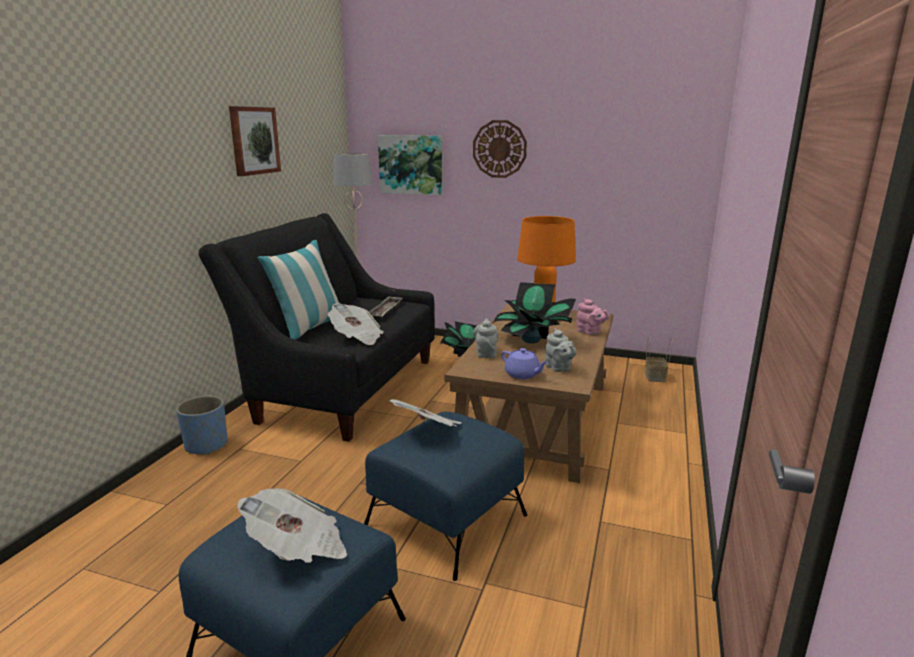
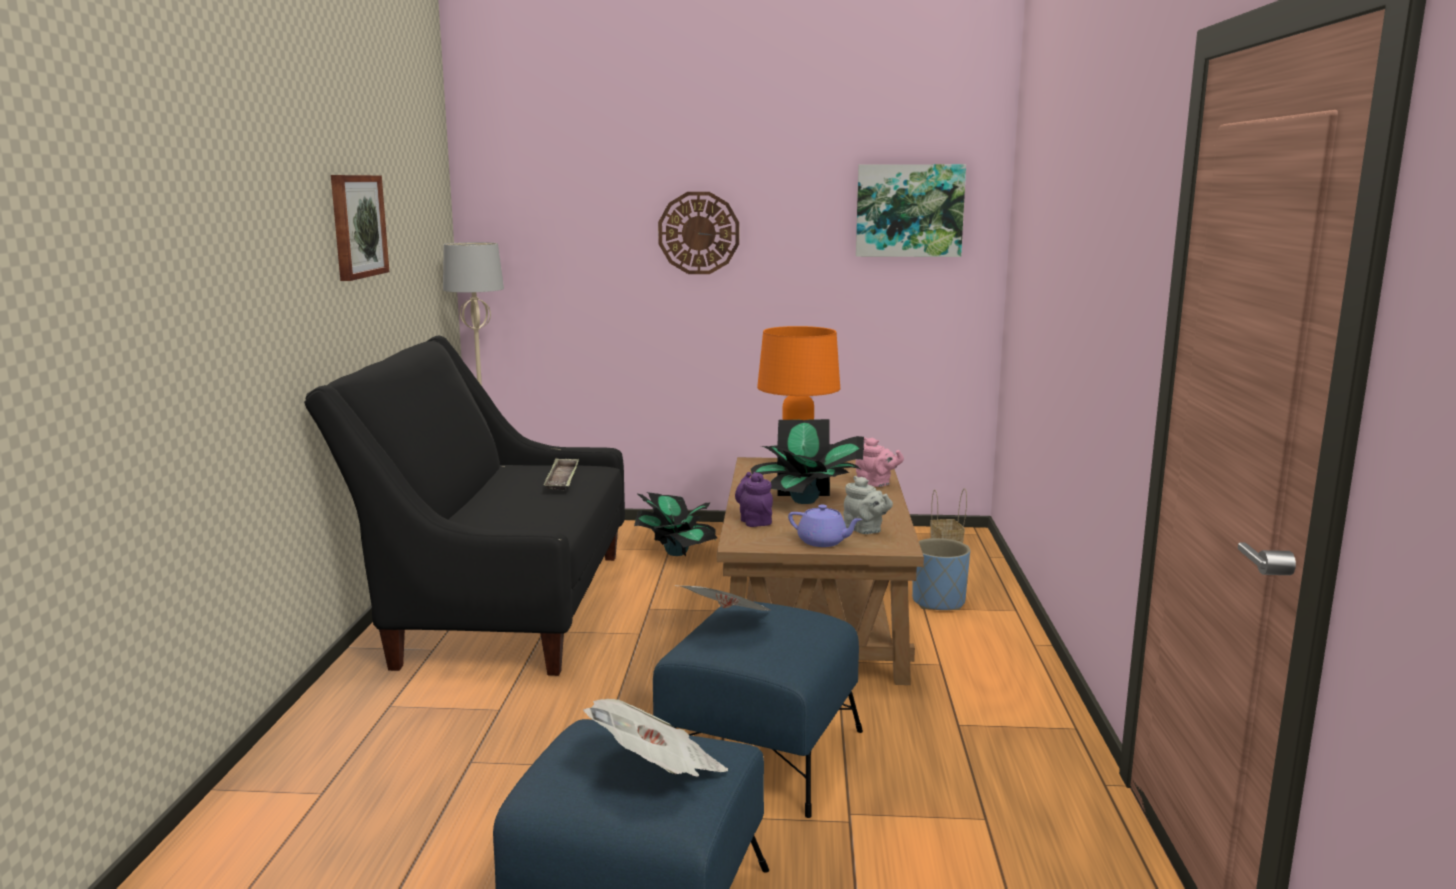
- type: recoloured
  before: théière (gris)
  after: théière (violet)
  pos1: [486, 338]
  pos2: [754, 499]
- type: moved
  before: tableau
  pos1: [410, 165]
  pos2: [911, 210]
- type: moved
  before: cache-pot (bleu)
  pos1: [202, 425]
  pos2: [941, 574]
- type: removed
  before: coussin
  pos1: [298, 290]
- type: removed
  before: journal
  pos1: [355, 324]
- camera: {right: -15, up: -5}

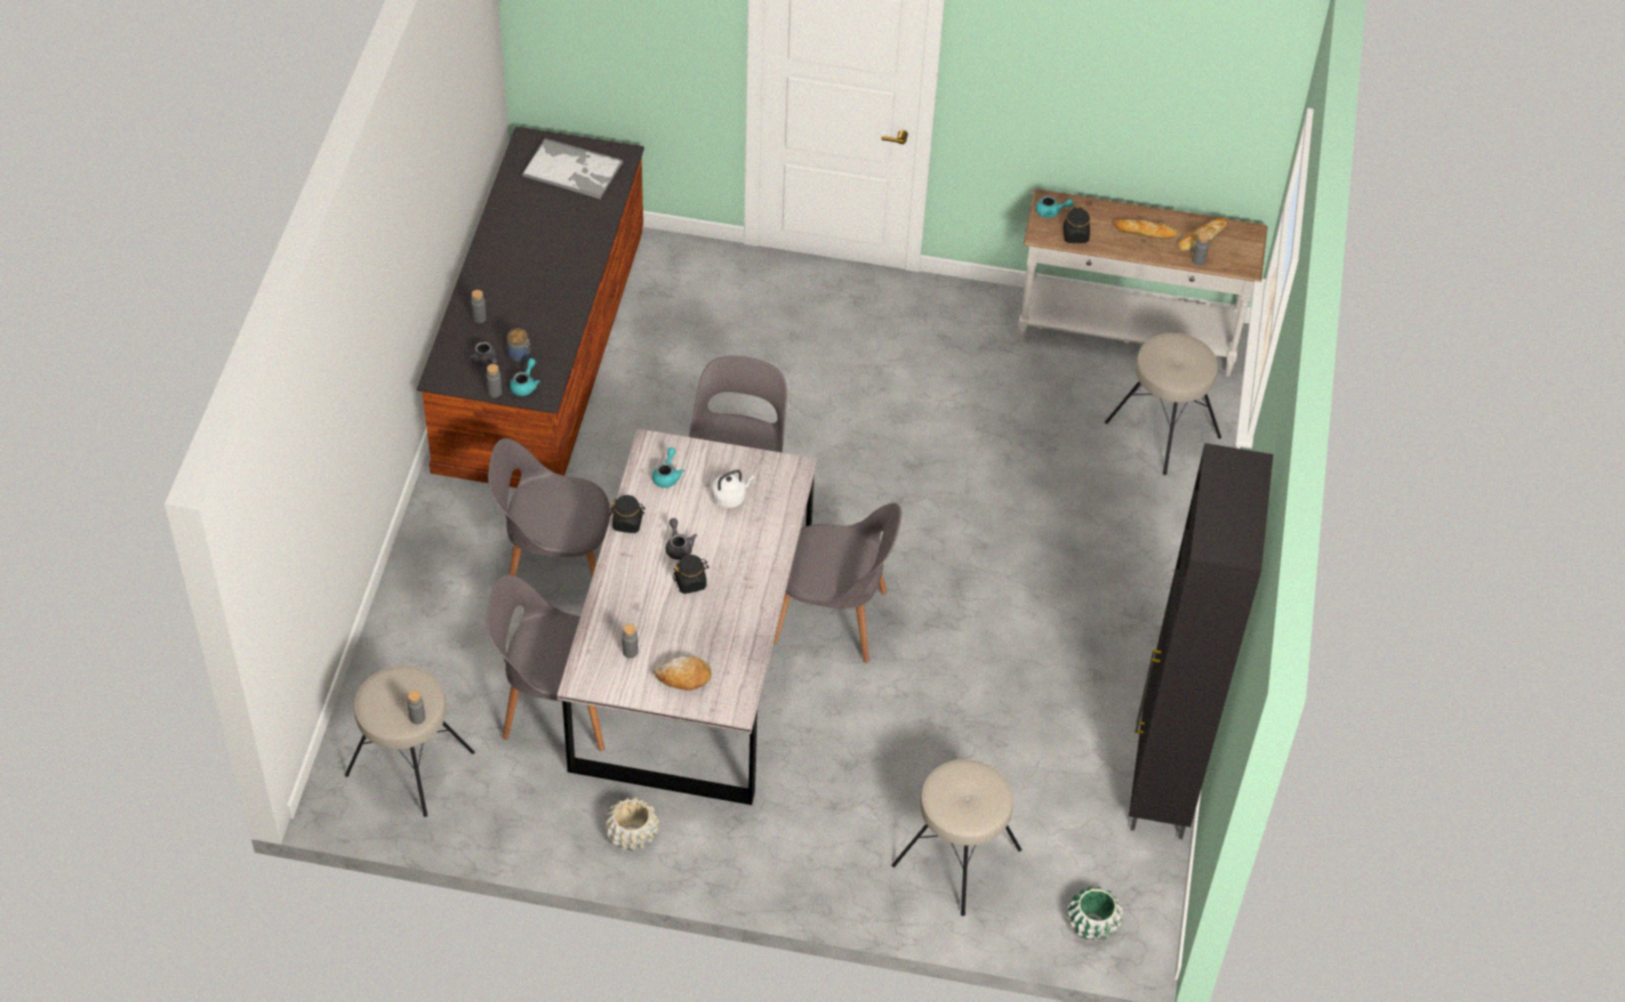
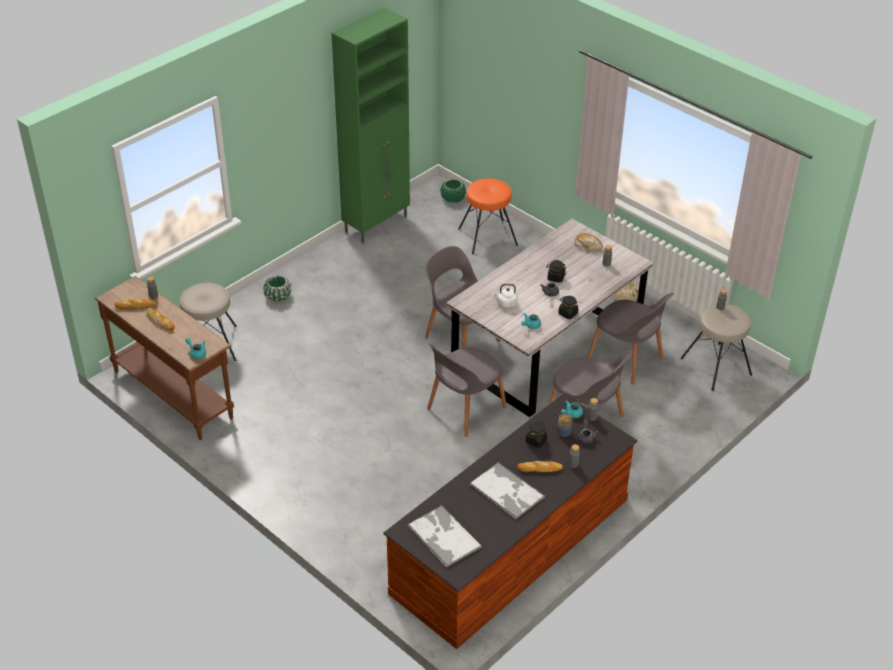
- type: recoloured
  before: table console (blanc)
  after: table console (marron)
  pos1: [1143, 282]
  pos2: [164, 358]
- type: added
  after: cache-pot (vert)
  pos2: [277, 289]
- type: recoloured
  before: meuble de rangement (noir)
  after: meuble de rangement (vert)
  pos1: [1201, 641]
  pos2: [370, 125]
- type: recoloured
  before: tabouret (beige)
  after: tabouret (orange)
  pos1: [957, 837]
  pos2: [488, 216]
- type: added
  after: plateau
  pos2: [507, 490]
- type: added
  after: pain
  pos2: [540, 466]
- type: moved
  before: bocal (noir)
  pos1: [1076, 225]
  pos2: [536, 435]
- camera: {right: -145, up: -10}

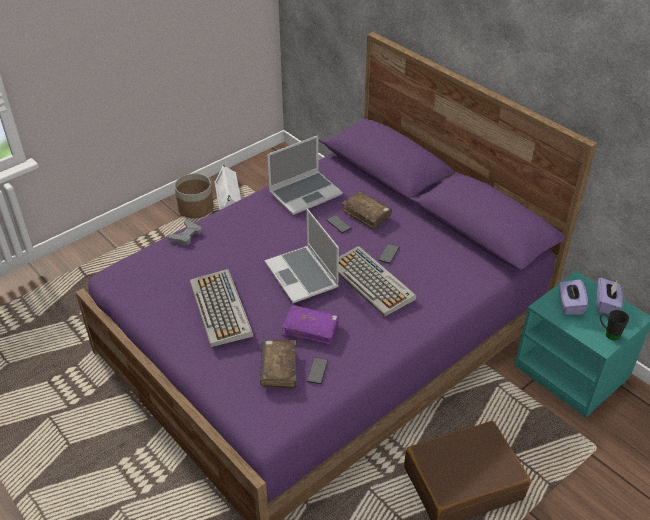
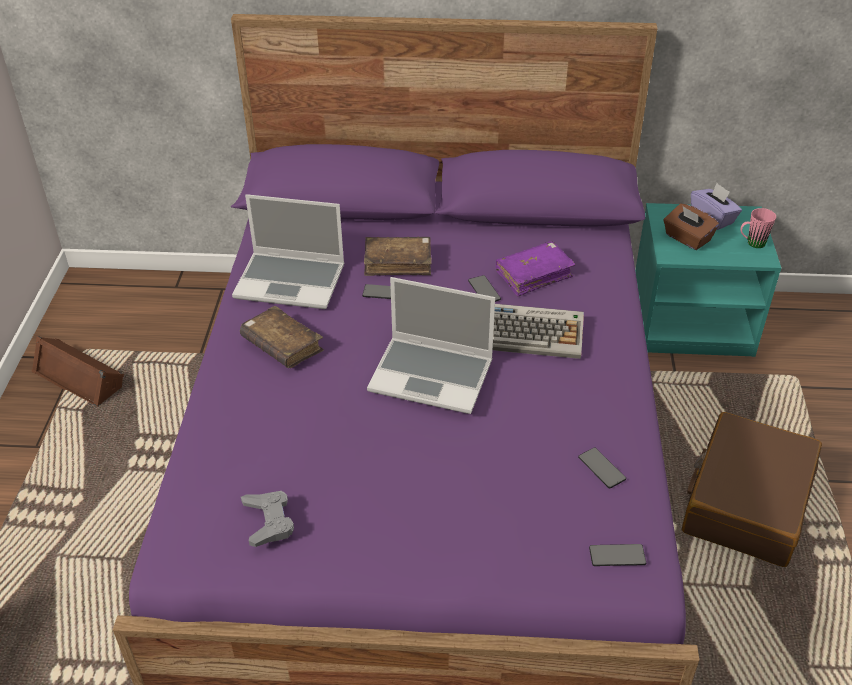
- type: recoloured
  before: enceinte (blanc)
  after: enceinte (marron)
  pos1: [228, 187]
  pos2: [78, 371]
- type: turned
  before: ordinateur portable
  pos1: [304, 175]
  pos2: [288, 251]
  turn: 90
- type: moved
  before: livre (marron)
  pos1: [278, 364]
  pos2: [282, 337]
- type: moved
  before: manette (gris)
  pos1: [185, 232]
  pos2: [267, 519]
- type: moved
  before: livre (violet)
  pos1: [310, 325]
  pos2: [536, 268]
- type: added
  after: téléphone
  pos2: [617, 555]
- type: recoloured
  before: boîte à mouchoirs (violet)
  after: boîte à mouchoirs (marron)
  pos1: [573, 297]
  pos2: [691, 227]
- type: recoloured
  before: mug (noir)
  after: mug (rose)
  pos1: [614, 325]
  pos2: [758, 228]
- type: removed
  before: cache-pot
  pos1: [194, 195]
- type: removed
  before: clavier
  pos1: [221, 308]
- camera: {right: -45, up: 0}

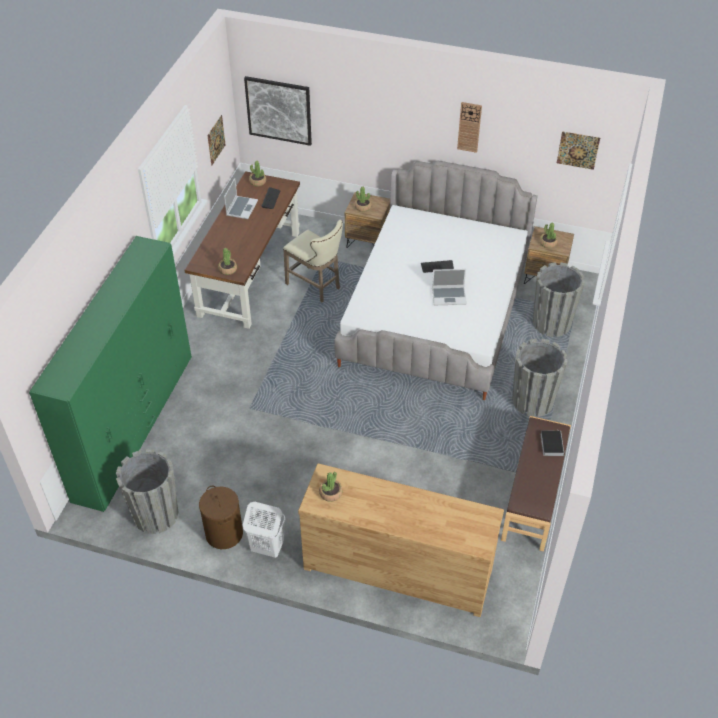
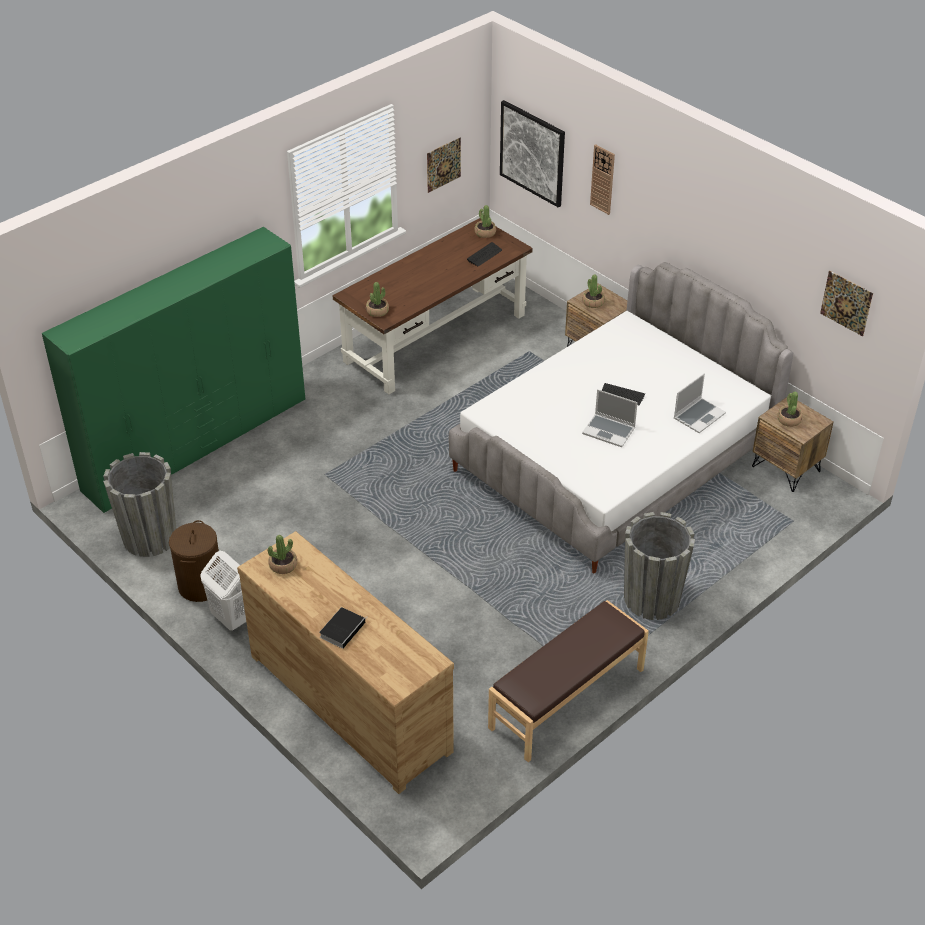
- type: moved
  before: livre
  pos1: [552, 442]
  pos2: [343, 628]
- type: moved
  before: horloge murale
  pos1: [469, 127]
  pos2: [602, 179]
- type: moved
  before: ordinateur portable
  pos1: [241, 198]
  pos2: [700, 403]
- type: removed
  before: tabouret (beige)
  pos1: [313, 261]
- type: removed
  before: cache-pot (gris)
  pos1: [559, 299]
- camera: {right: 30, up: -5}

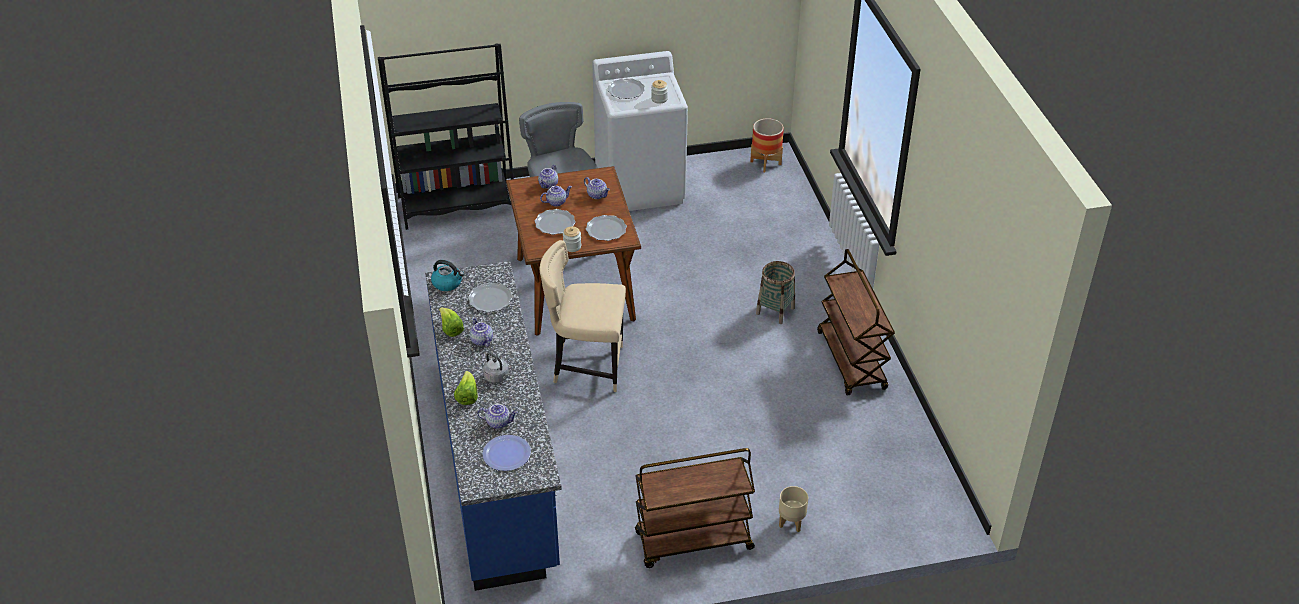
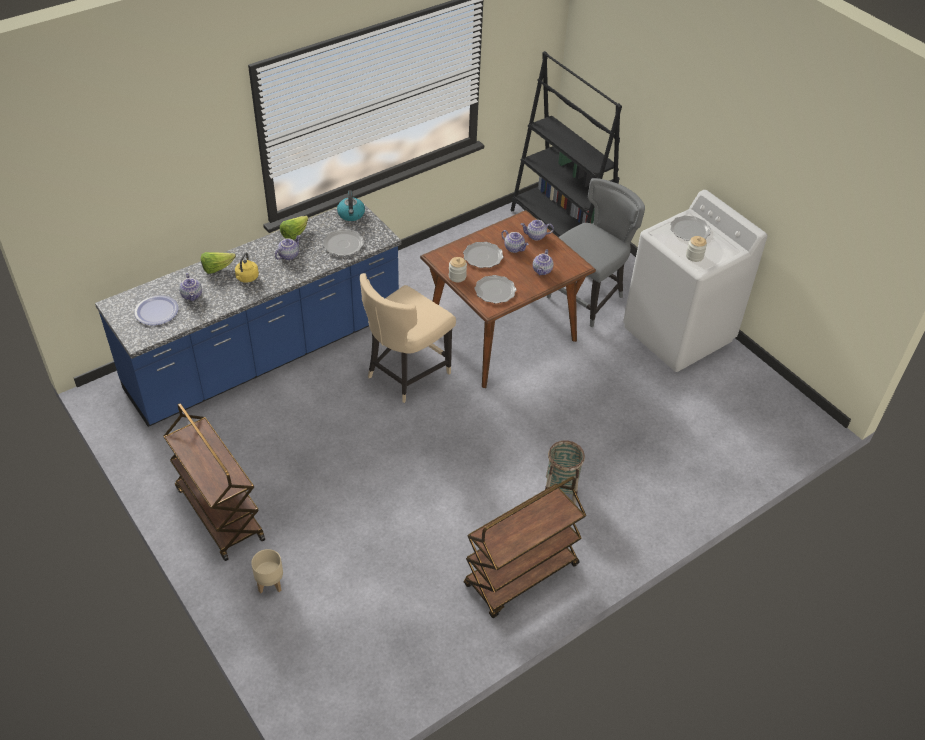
- type: recoloured
  before: bouilloire (gris)
  after: bouilloire (jaune)
  pos1: [496, 368]
  pos2: [247, 268]
- type: turned
  before: chaise (beige)
  pos1: [583, 316]
  pos2: [408, 338]
  turn: -120
- type: removed
  before: cache-pot
  pos1: [767, 145]
- camera: {right: 65, up: 5}

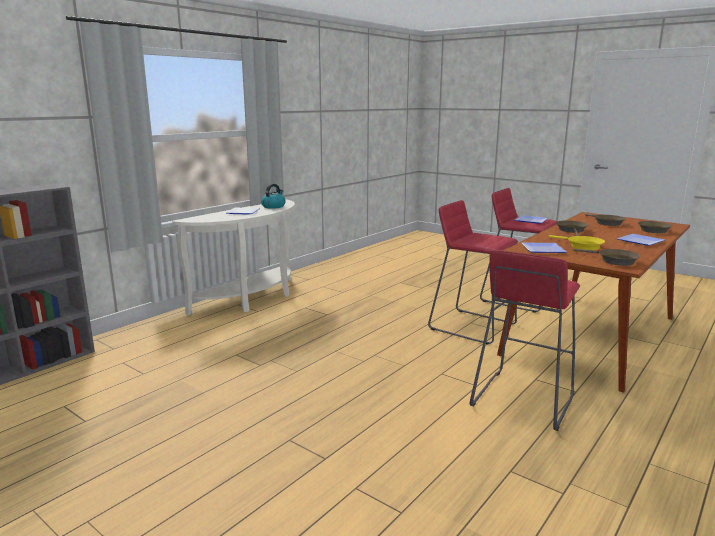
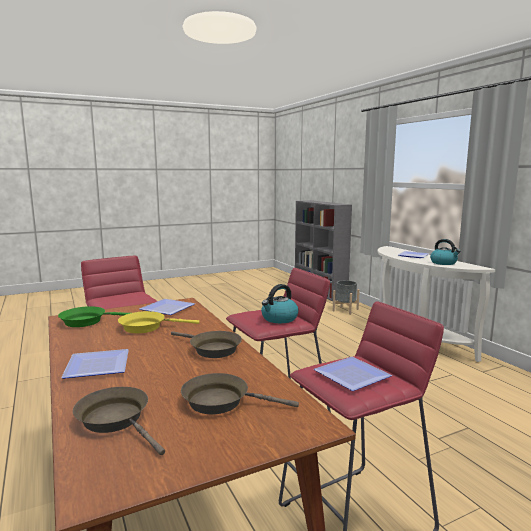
- type: recoloured
  before: poêle (marron)
  after: poêle (vert)
  pos1: [606, 257]
  pos2: [94, 316]
- type: added
  after: bouilloire
  pos2: [280, 303]
- type: added
  after: cache-pot (gris)
  pos2: [346, 297]
- camera: {right: 115, up: -5}

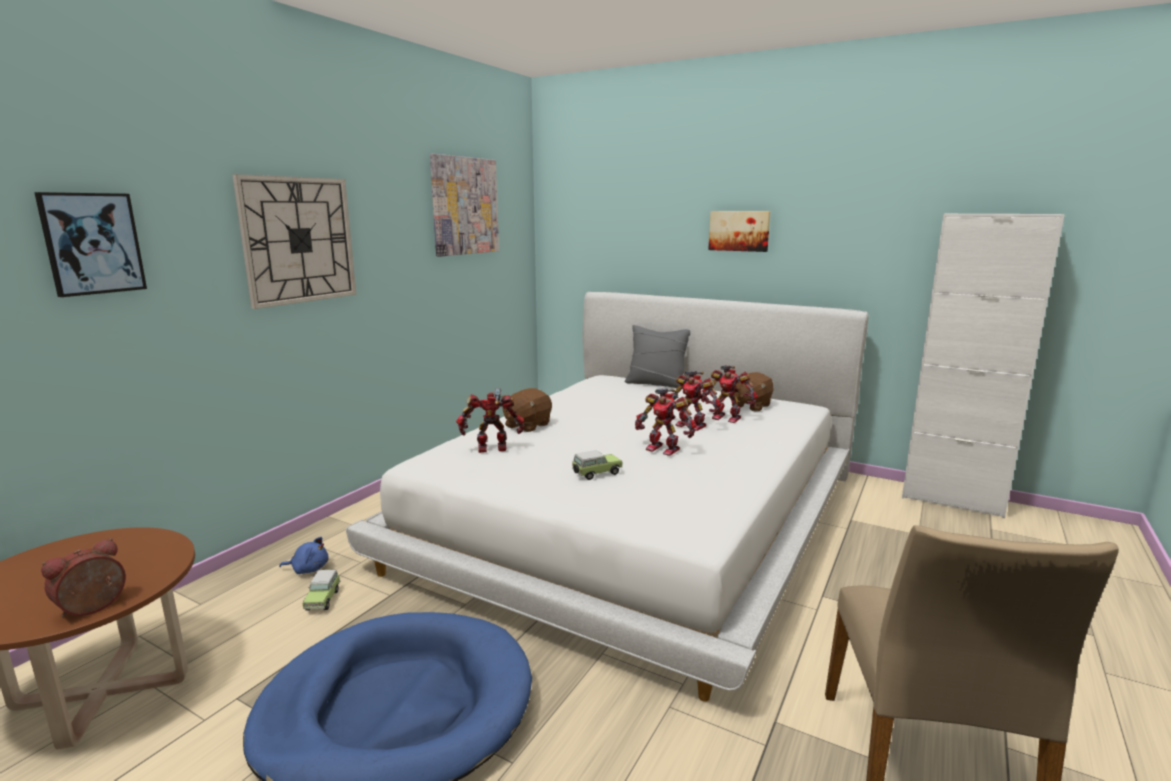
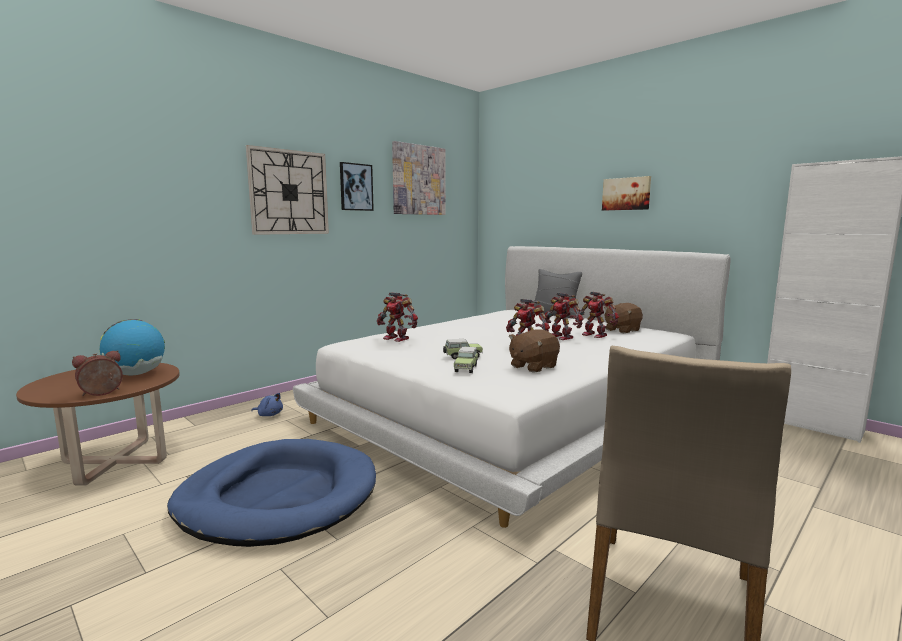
- type: added
  after: globe
  pos2: [132, 347]
- type: moved
  before: tableau
  pos1: [90, 244]
  pos2: [357, 186]
- type: turned
  before: robot jouet
  pos1: [490, 420]
  pos2: [397, 317]
  turn: -150
- type: moved
  before: petite voiture
  pos1: [321, 590]
  pos2: [466, 360]
- type: moved
  before: peluche (marron)
  pos1: [526, 410]
  pos2: [534, 351]
- camera: {right: 15, up: -5}

